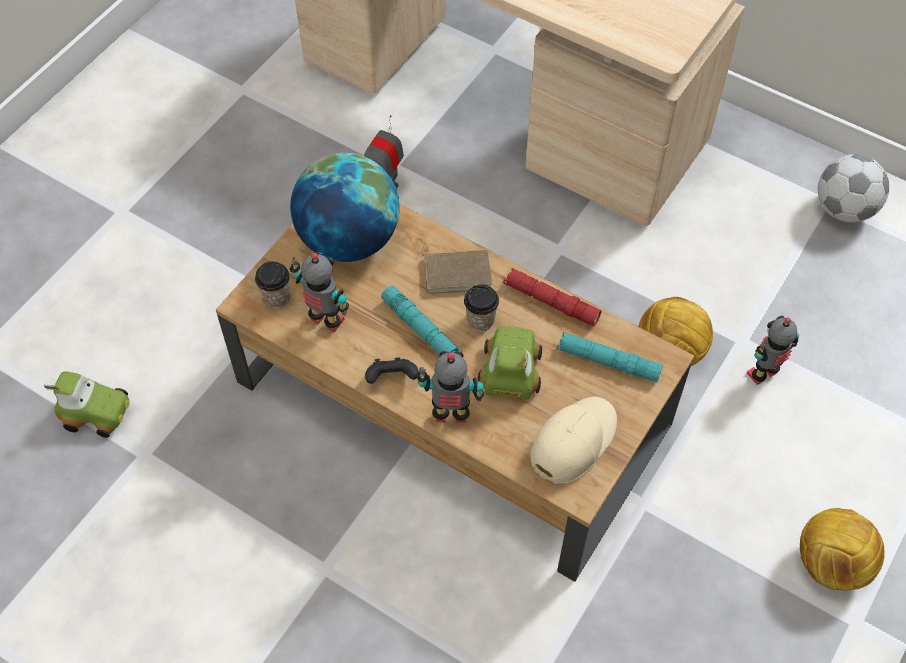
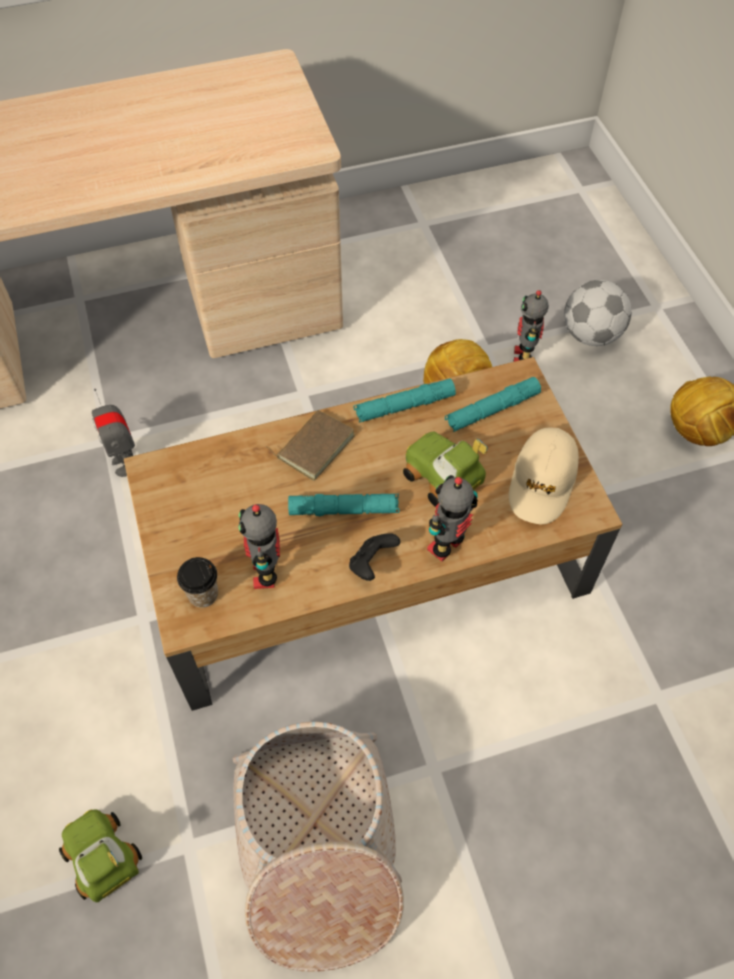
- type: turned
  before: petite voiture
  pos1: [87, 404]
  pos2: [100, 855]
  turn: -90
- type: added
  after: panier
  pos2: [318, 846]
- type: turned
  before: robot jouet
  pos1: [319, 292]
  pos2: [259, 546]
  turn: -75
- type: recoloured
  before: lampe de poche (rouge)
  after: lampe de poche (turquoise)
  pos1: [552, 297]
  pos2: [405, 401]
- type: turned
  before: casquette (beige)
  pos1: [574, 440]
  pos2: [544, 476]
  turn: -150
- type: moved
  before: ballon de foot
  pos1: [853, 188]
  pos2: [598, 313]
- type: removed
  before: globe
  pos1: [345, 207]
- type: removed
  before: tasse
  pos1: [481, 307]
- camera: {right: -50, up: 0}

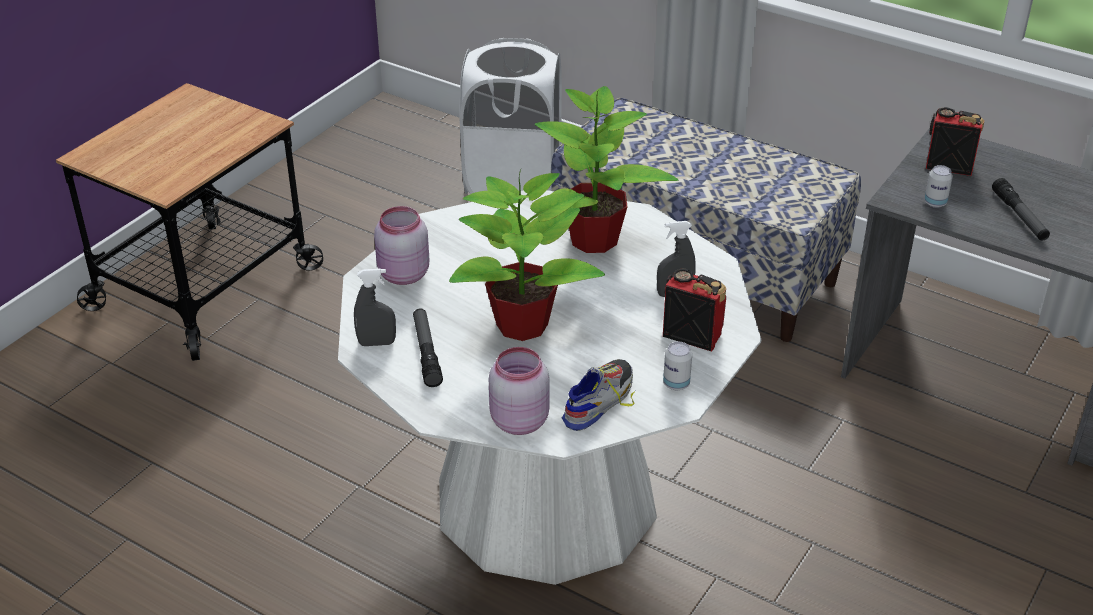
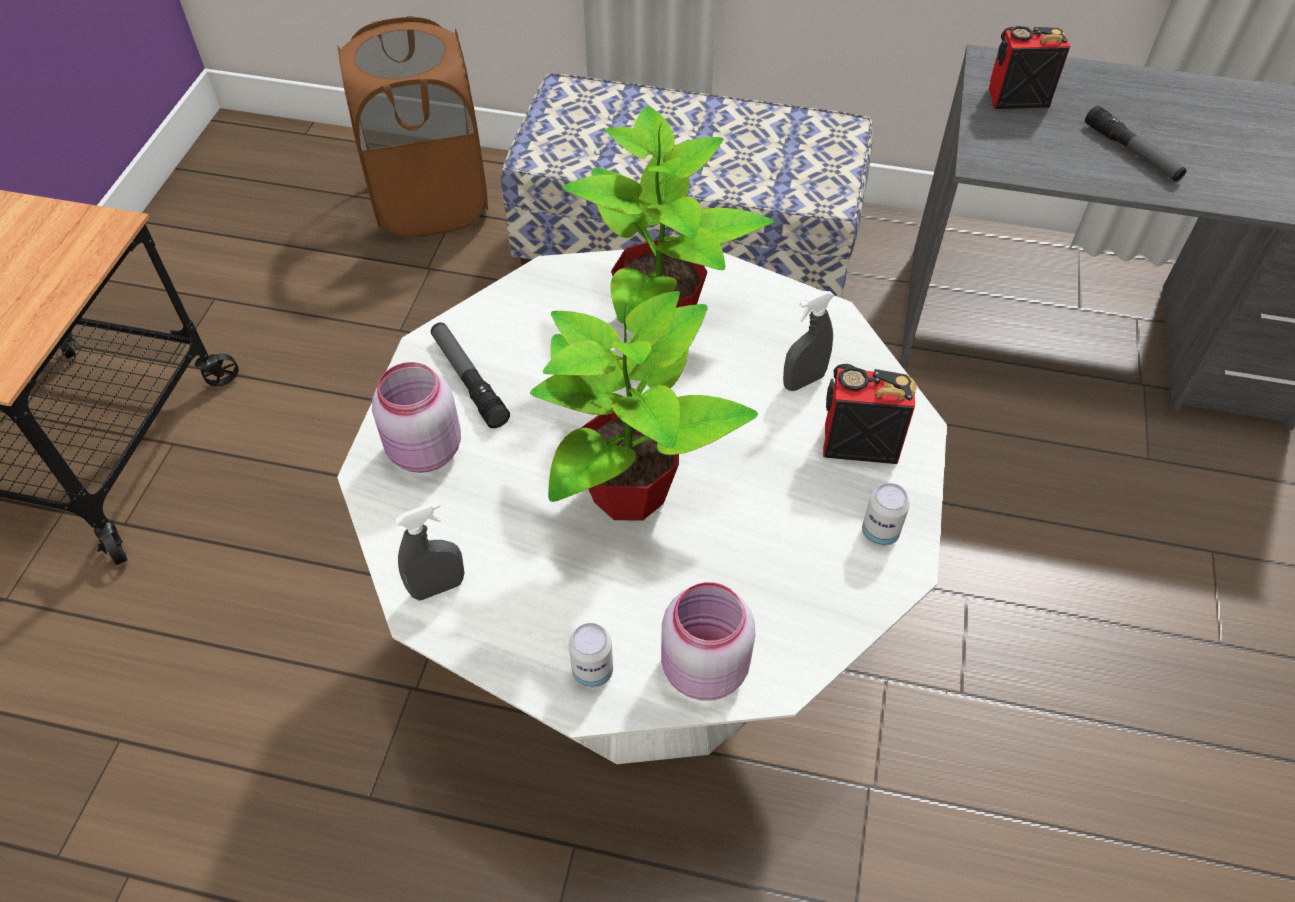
- type: recoloured
  before: panier à linge (blanc)
  after: panier à linge (marron)
  pos1: [511, 116]
  pos2: [412, 127]
- type: moved
  before: lampe de poche
  pos1: [428, 347]
  pos2: [470, 375]
- type: moved
  before: boîte métallique
  pos1: [938, 186]
  pos2: [591, 655]
- type: removed
  before: chaussure
  pos1: [598, 395]
- camera: {right: -20, up: 15}

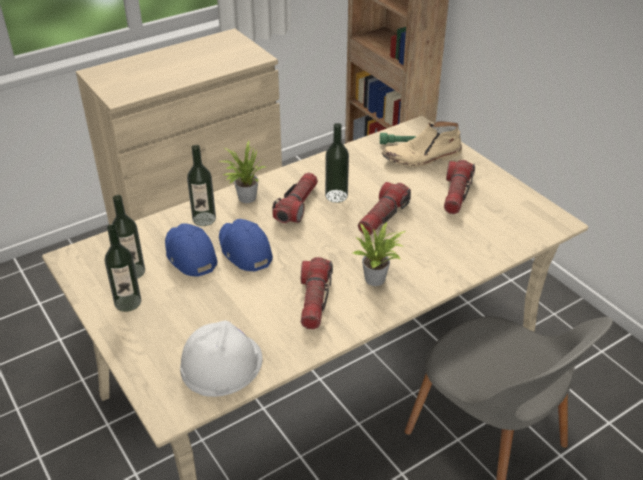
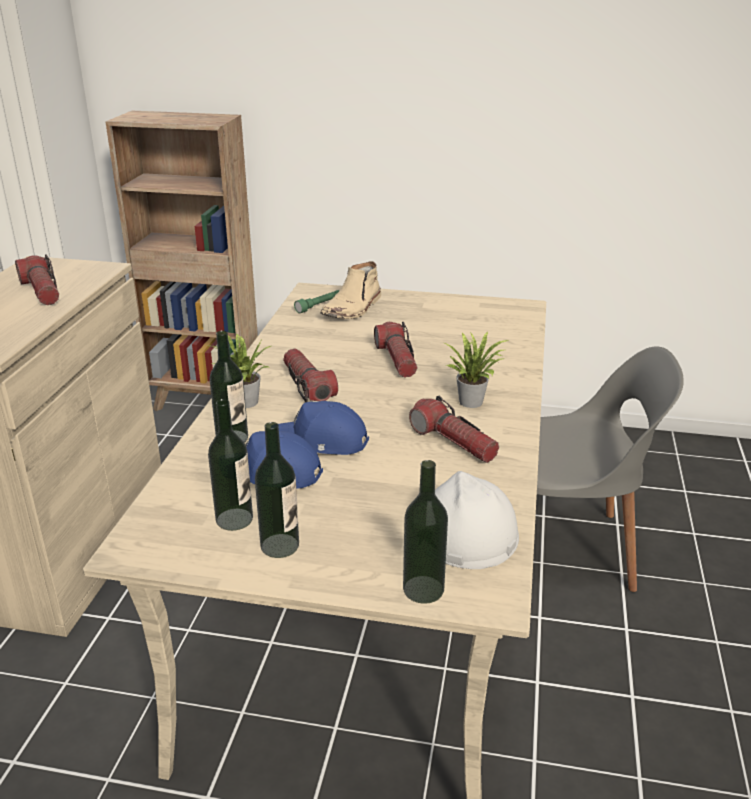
- type: moved
  before: lampe de poche
  pos1: [459, 187]
  pos2: [37, 279]
- type: moved
  before: bouteille
  pos1: [337, 163]
  pos2: [425, 532]
- camera: {right: -45, up: -10}

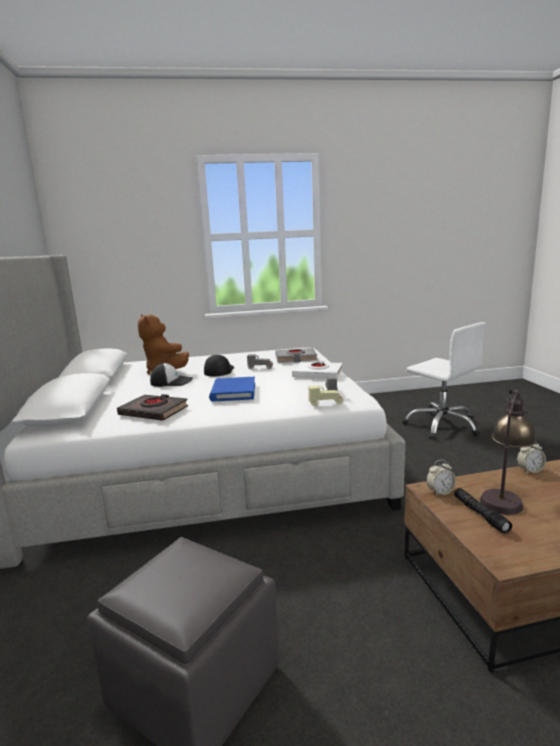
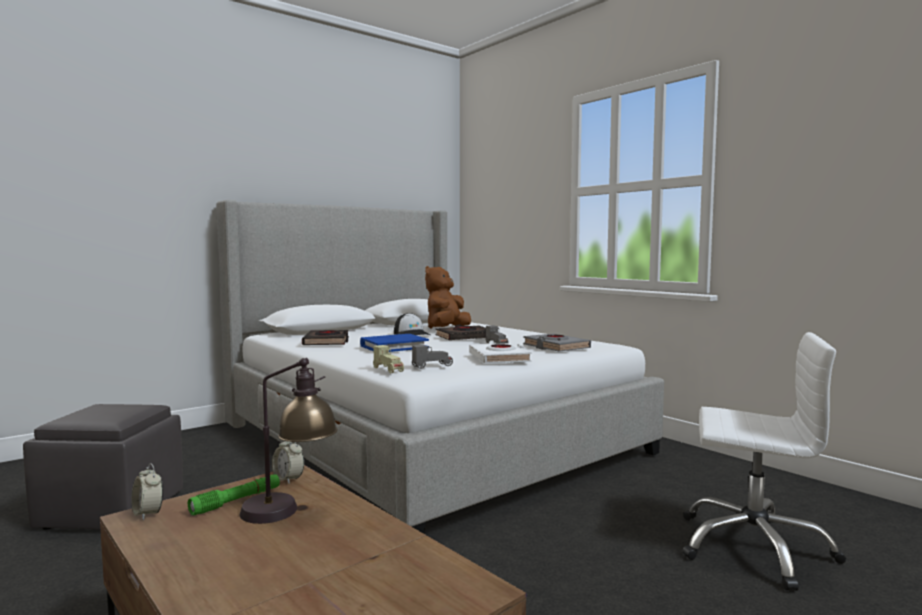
- type: moved
  before: réveil
  pos1: [531, 458]
  pos2: [147, 491]
- type: recoloured
  before: lampe de poche (noir)
  after: lampe de poche (vert)
  pos1: [483, 511]
  pos2: [234, 494]
- type: replaced
  before: casquette
  after: livre (noir)
  pos1: [219, 365]
  pos2: [460, 332]
- type: turned
  before: chaise de bureau (blanc)
  pos1: [444, 380]
  pos2: [764, 461]
  turn: -90
- camera: {right: 60, up: -10}

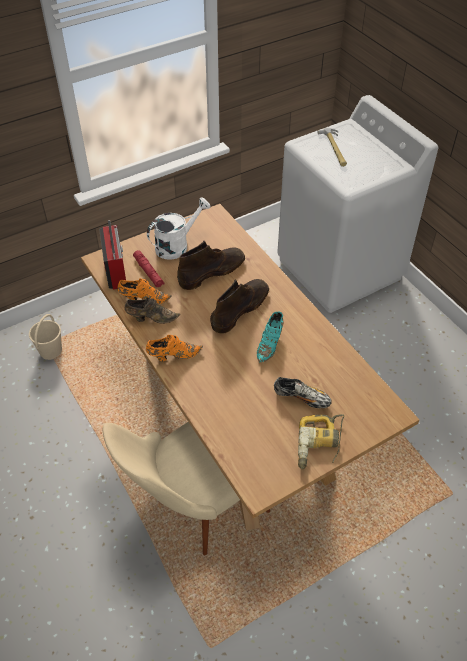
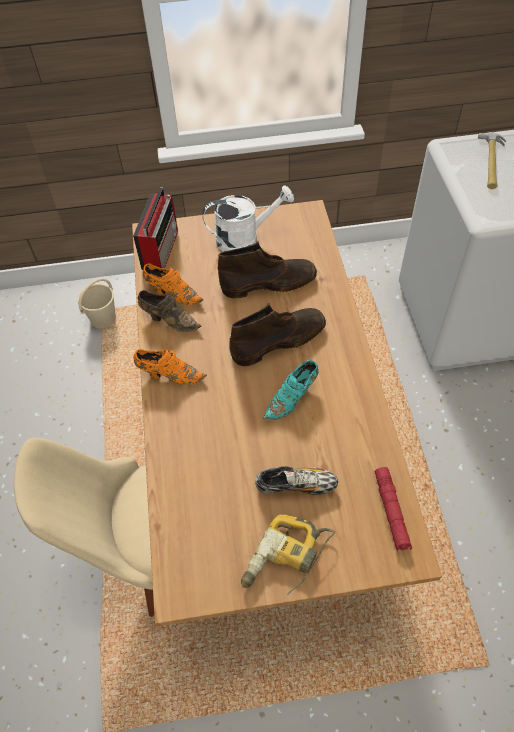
- type: turned
  before: chaussure
  pos1: [303, 392]
  pos2: [296, 480]
  turn: -45
- type: moved
  before: lampe de poche (rouge)
  pos1: [148, 269]
  pos2: [393, 509]
- camera: {right: 25, up: 5}

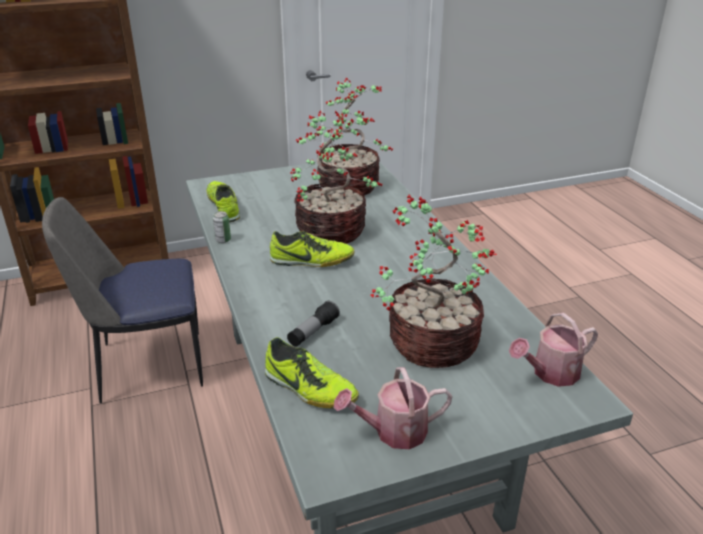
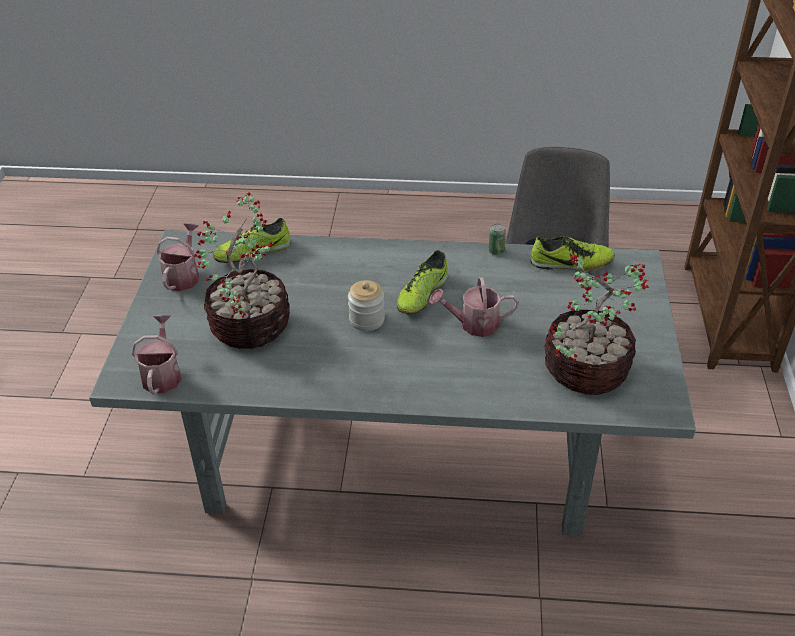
- type: added
  after: bocal
  pos2: [366, 305]
- type: replaced
  before: plante en pot
  after: arrosoir
  pos1: [336, 177]
  pos2: [474, 307]
- type: removed
  before: lampe de poche
  pos1: [313, 324]
- camera: {right: 115, up: 10}

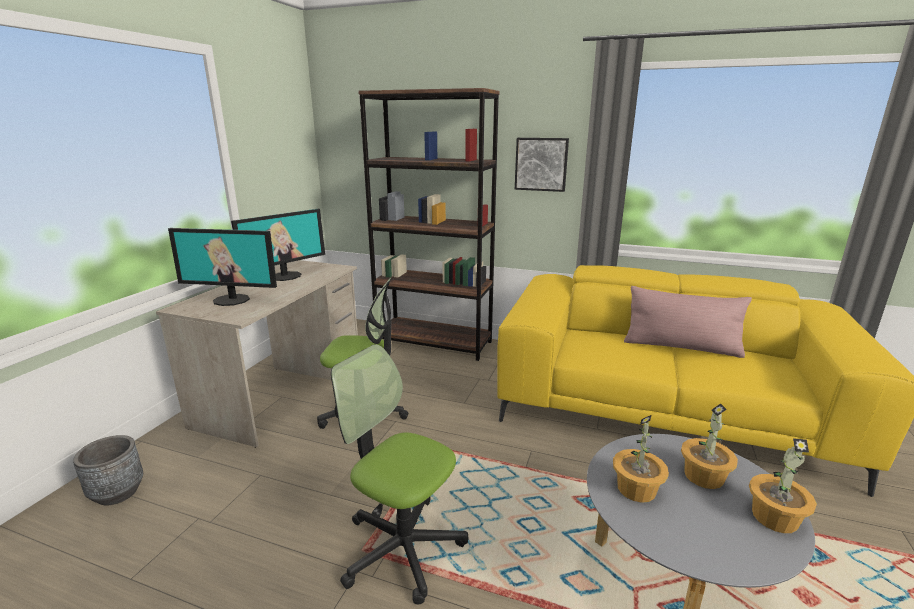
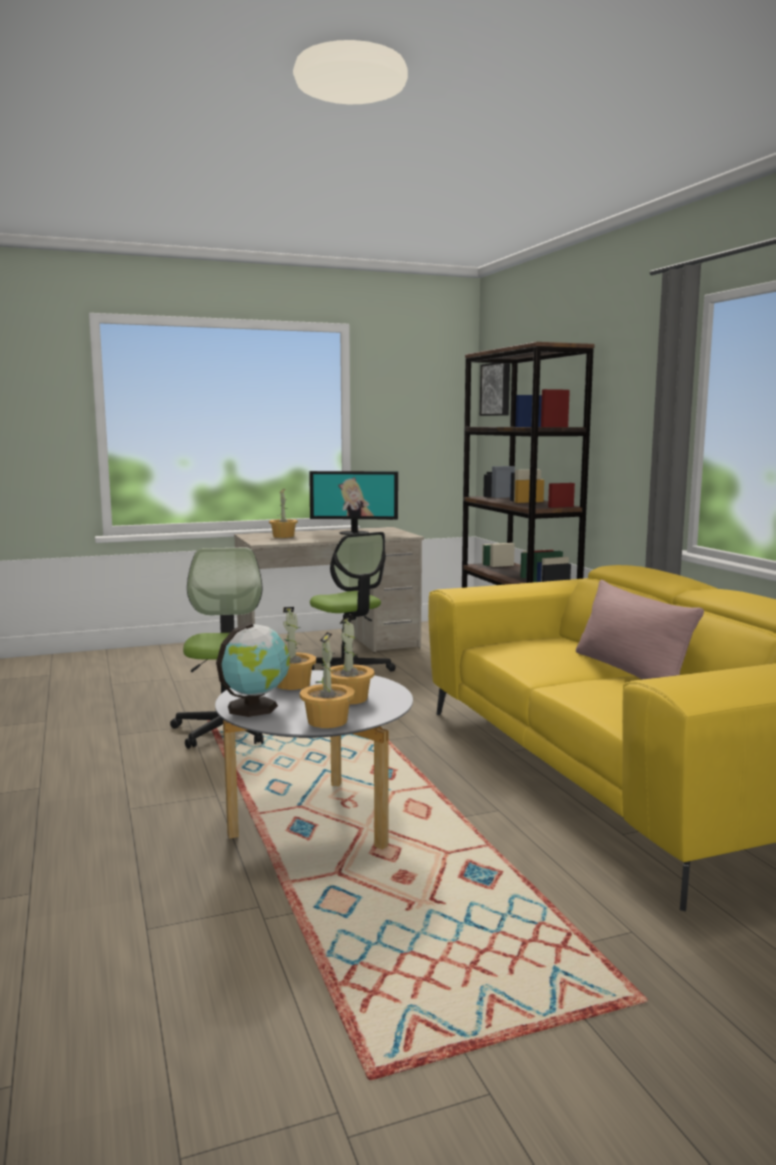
- type: added
  after: globe
  pos2: [253, 669]
- type: replaced
  before: écran d'ordinateur
  after: plante en pot
  pos1: [222, 267]
  pos2: [283, 513]
- type: moved
  before: tableau
  pos1: [542, 165]
  pos2: [495, 389]
- type: removed
  before: cache-pot (gris)
  pos1: [108, 470]
- camera: {right: 50, up: -10}

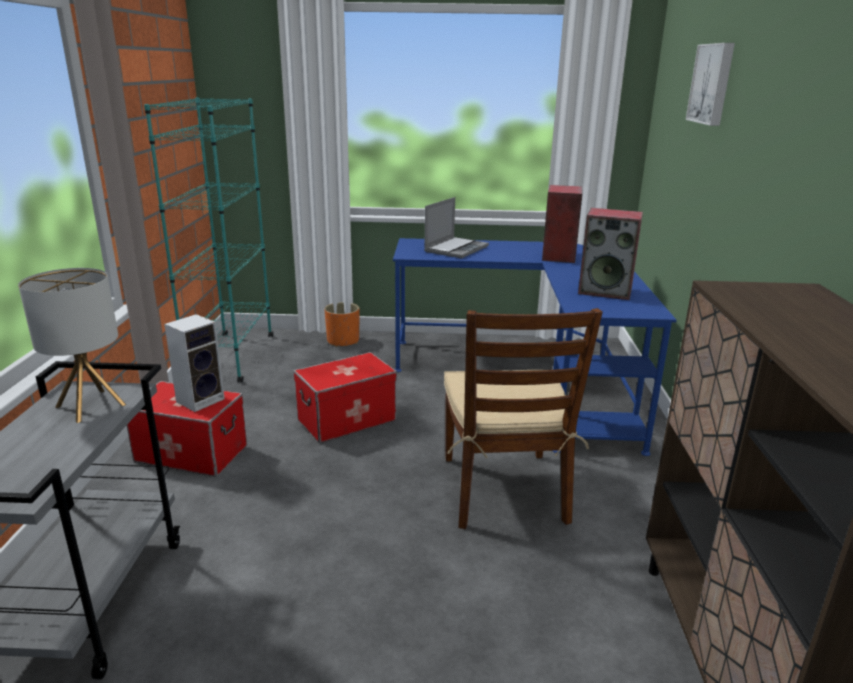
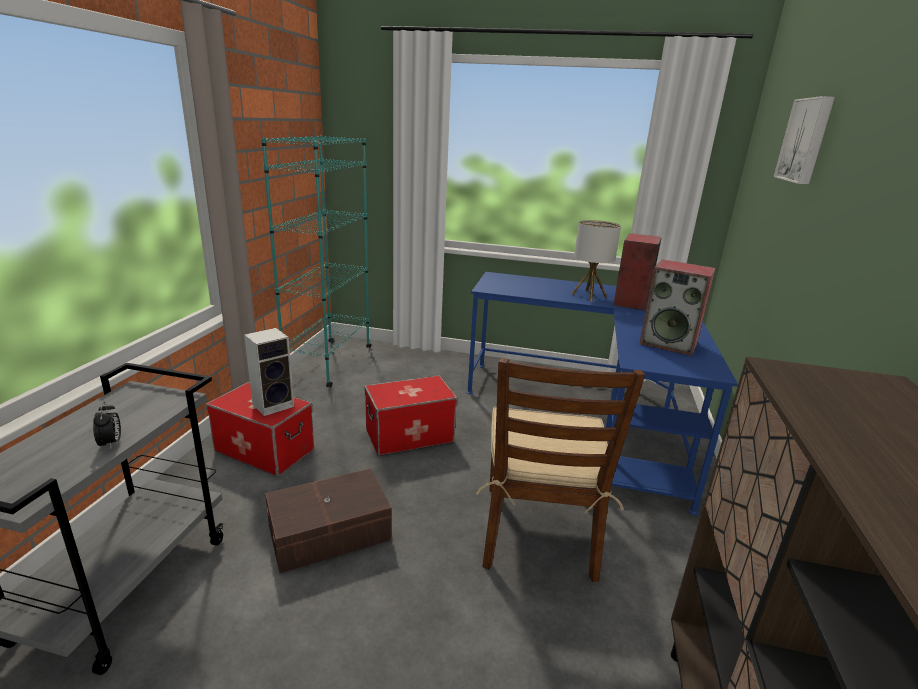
- type: added
  after: réveil
  pos2: [107, 425]
- type: added
  after: boîte de rangement (marron)
  pos2: [328, 520]
- type: moved
  before: lampe de table
  pos1: [72, 345]
  pos2: [595, 261]
- type: removed
  before: cache-pot (orange)
  pos1: [342, 324]
- type: removed
  before: ordinateur portable
  pos1: [456, 228]
- camera: {right: 10, up: 0}

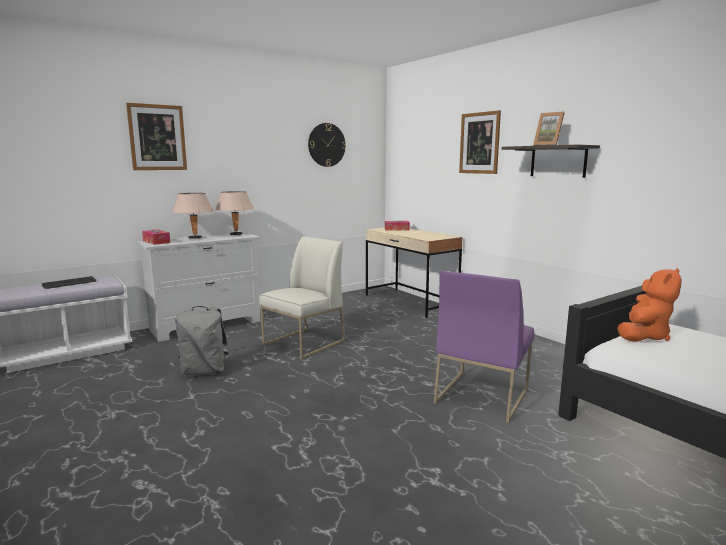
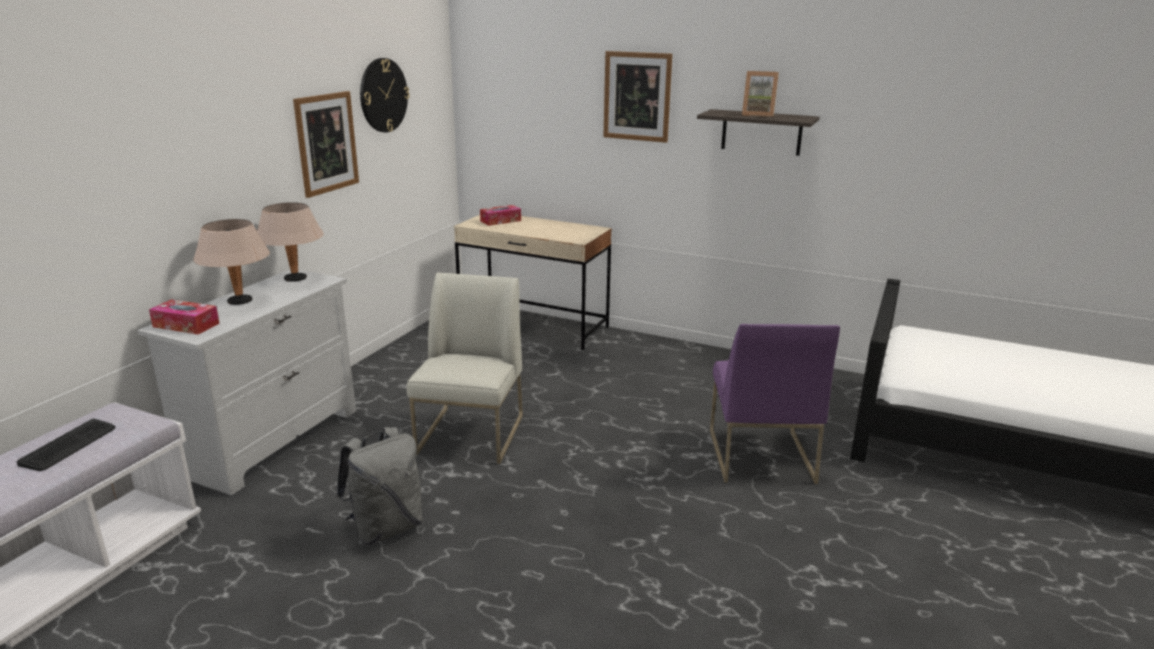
- type: moved
  before: tableau
  pos1: [156, 136]
  pos2: [326, 144]
- type: removed
  before: peluche (orange)
  pos1: [649, 305]
- camera: {right: -30, up: 10}

